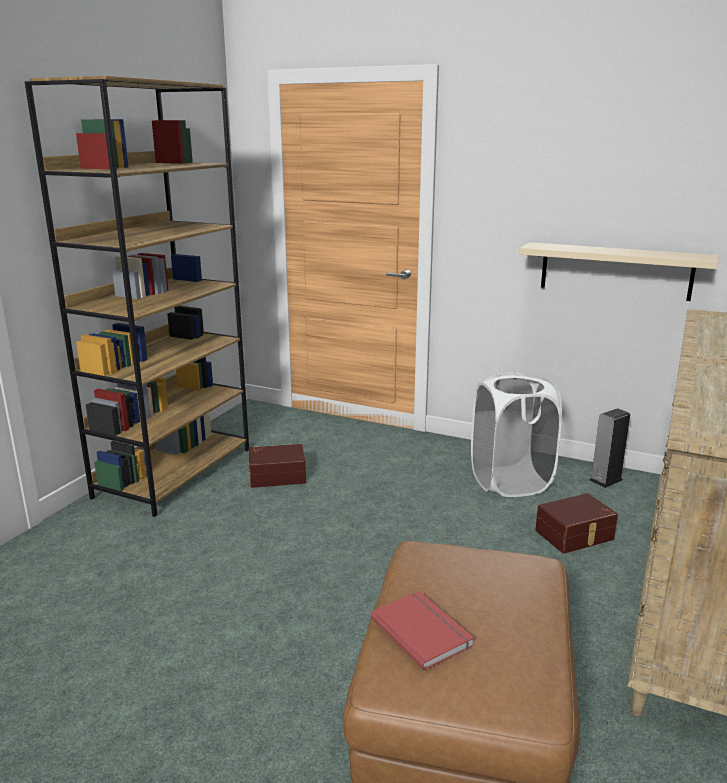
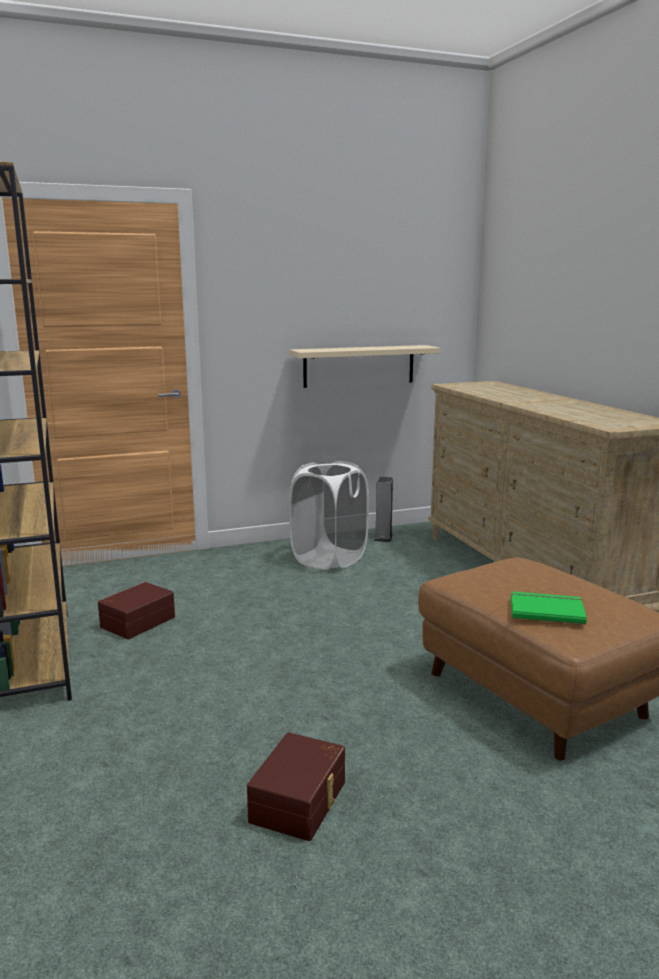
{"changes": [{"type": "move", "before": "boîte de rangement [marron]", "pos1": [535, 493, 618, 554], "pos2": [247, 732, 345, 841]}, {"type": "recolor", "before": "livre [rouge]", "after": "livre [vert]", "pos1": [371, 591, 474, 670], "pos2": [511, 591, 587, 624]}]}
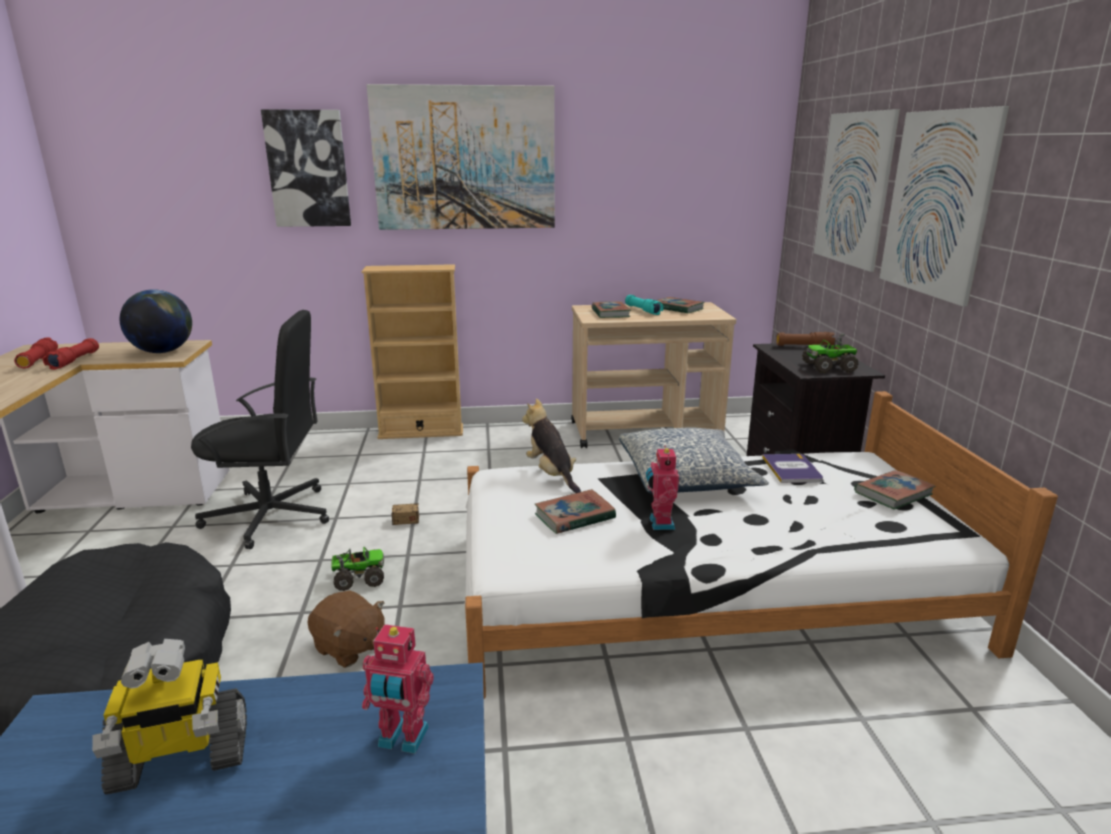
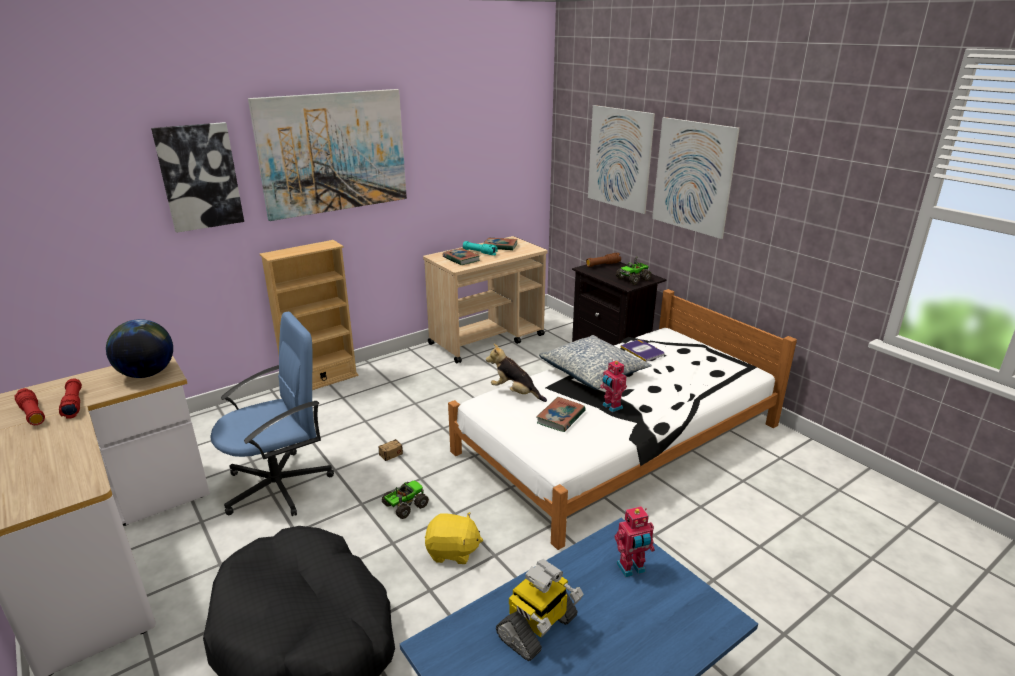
{"changes": [{"type": "recolor", "before": "chaise de bureau [noir]", "after": "chaise de bureau [bleu]", "pos1": [191, 310, 329, 549], "pos2": [210, 312, 334, 516]}, {"type": "delete", "before": "livre", "pos1": [854, 470, 936, 510]}, {"type": "recolor", "before": "peluche [marron]", "after": "peluche [jaune]", "pos1": [307, 590, 385, 668], "pos2": [425, 512, 483, 564]}]}
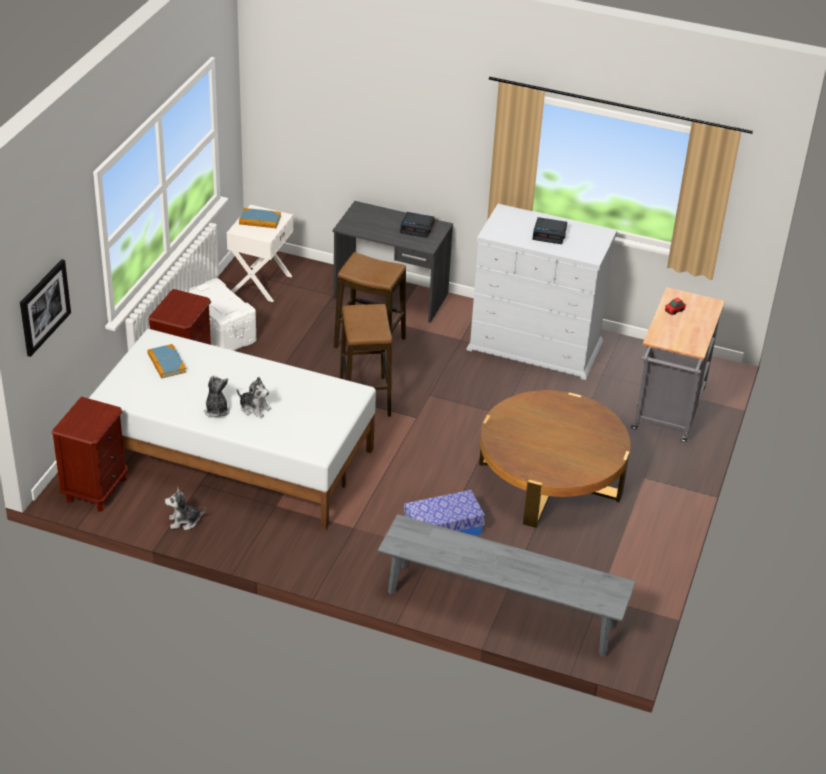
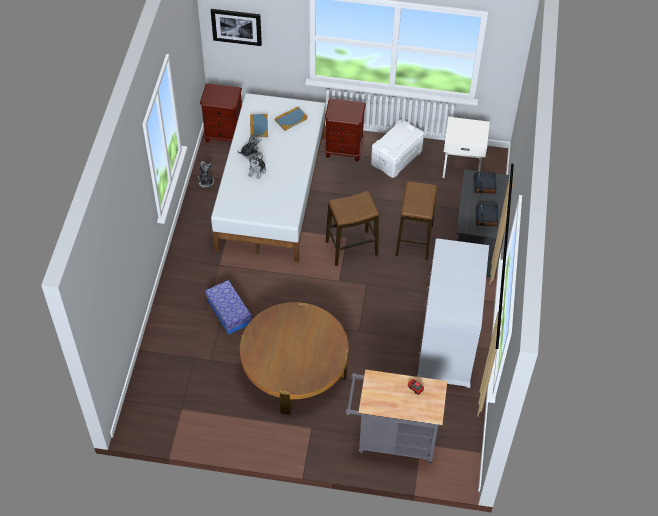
{"changes": [{"type": "move", "before": "livre", "pos1": [239, 208, 281, 228], "pos2": [250, 114, 268, 137]}, {"type": "move", "before": "réveil", "pos1": [532, 217, 567, 244], "pos2": [474, 172, 496, 194]}, {"type": "delete", "before": "banc [gris]", "pos1": [378, 514, 636, 657]}]}
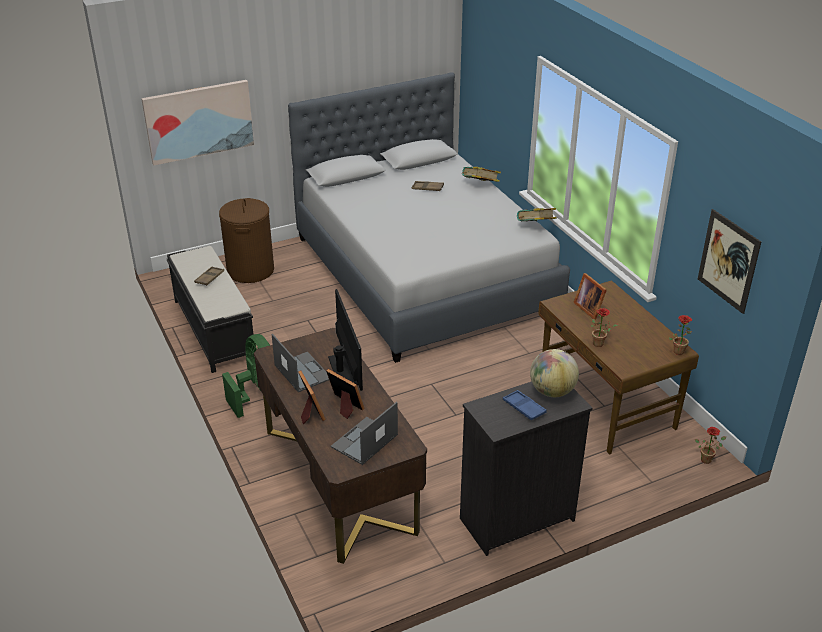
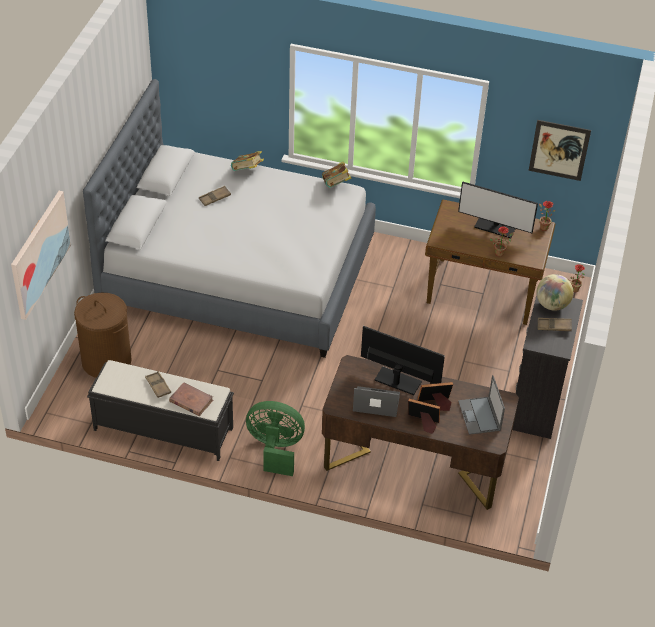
{"changes": [{"type": "delete", "before": "cadre photo", "pos1": [573, 273, 607, 319]}, {"type": "recolor", "before": "plateau [bleu]", "after": "plateau [marron]", "pos1": [503, 390, 547, 420], "pos2": [538, 318, 572, 331]}, {"type": "insert", "after": "écran d'ordinateur", "pos2": [458, 181, 538, 238]}, {"type": "insert", "after": "livre [marron]", "pos2": [169, 383, 213, 416]}]}
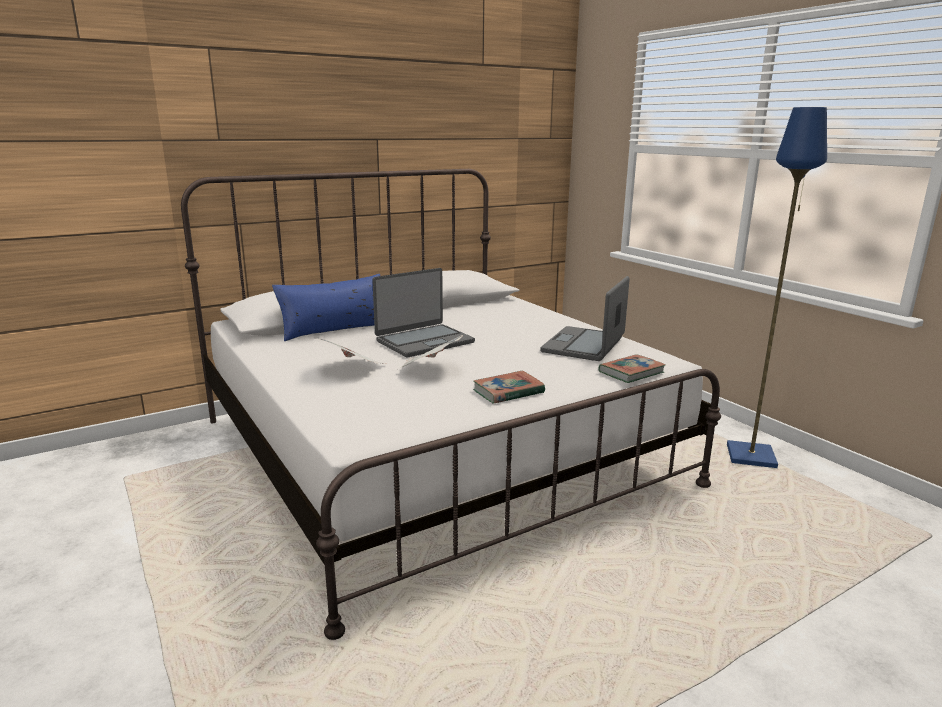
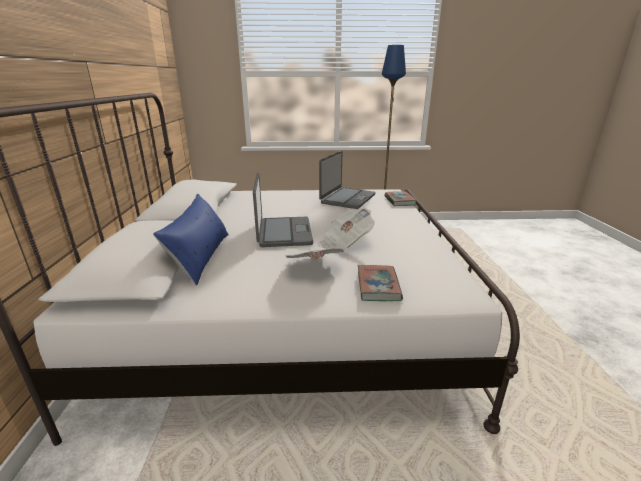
{"changes": [{"type": "rotate", "before": "ordinateur portable", "pos1": [540, 276, 630, 361], "pos2": [319, 151, 376, 209], "turn": -120}, {"type": "move", "before": "livre", "pos1": [473, 370, 545, 404], "pos2": [358, 265, 403, 301]}]}
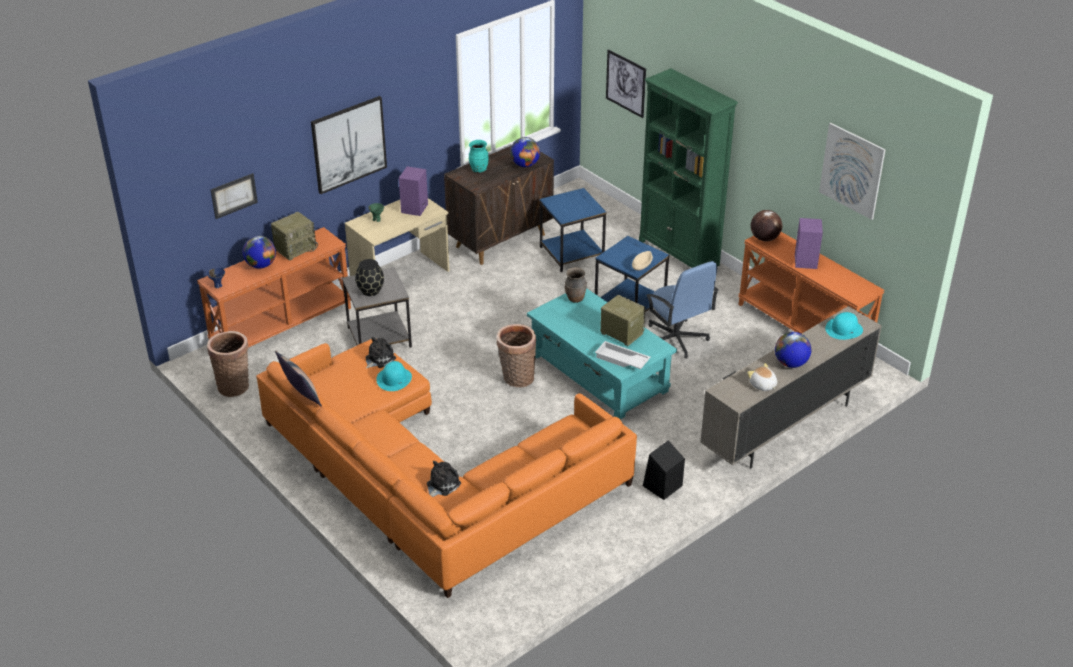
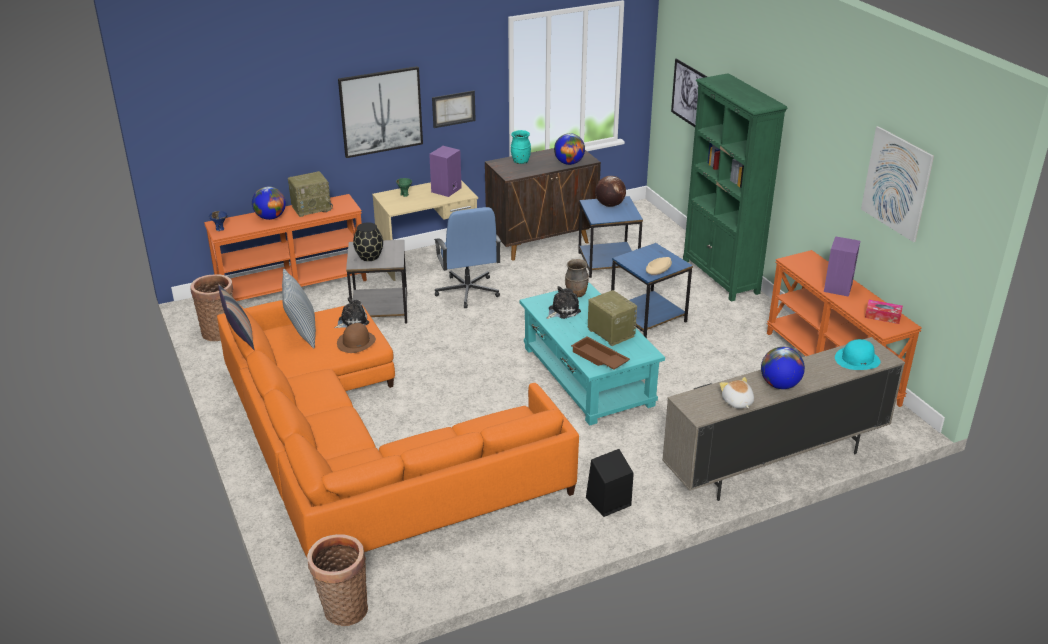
{"changes": [{"type": "move", "before": "tableau", "pos1": [211, 173, 258, 219], "pos2": [432, 90, 476, 128]}, {"type": "move", "before": "globe", "pos1": [751, 210, 782, 241], "pos2": [595, 176, 626, 207]}, {"type": "move", "before": "chaise de bureau [bleu]", "pos1": [646, 261, 719, 359], "pos2": [434, 207, 501, 308]}, {"type": "move", "before": "panier", "pos1": [497, 324, 537, 387], "pos2": [307, 534, 368, 626]}, {"type": "recolor", "before": "plateau [blanc]", "after": "plateau [marron]", "pos1": [595, 341, 651, 369], "pos2": [571, 337, 630, 369]}, {"type": "recolor", "before": "chapeau [turquoise]", "after": "chapeau [marron]", "pos1": [376, 361, 412, 391], "pos2": [337, 323, 376, 353]}, {"type": "move", "before": "peluche", "pos1": [427, 461, 461, 497], "pos2": [547, 286, 581, 319]}, {"type": "insert", "after": "coussin", "pos2": [282, 269, 316, 348]}, {"type": "insert", "after": "boîte à mouchoirs", "pos2": [865, 300, 903, 324]}]}
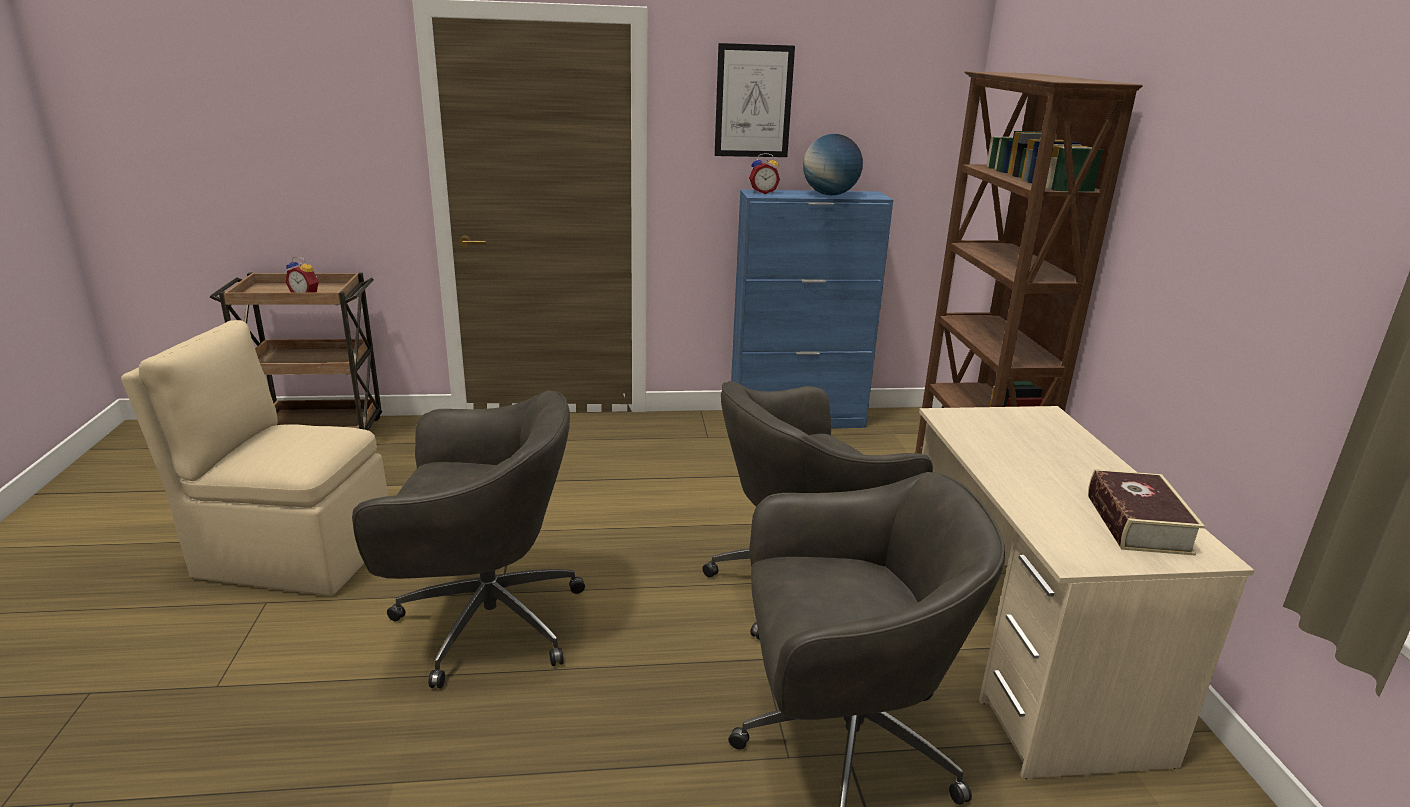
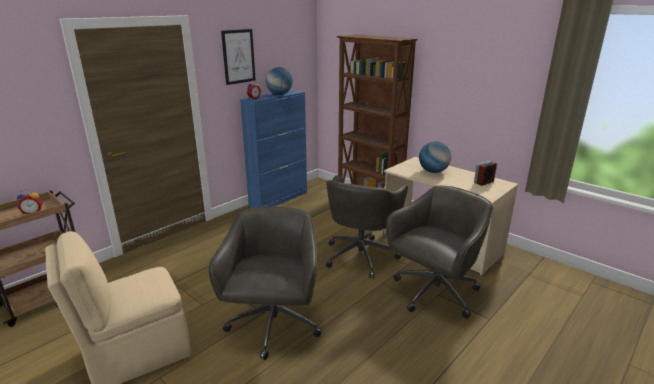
{"changes": [{"type": "rotate", "before": "chaise de bureau [gris]", "pos1": [352, 391, 585, 688], "pos2": [209, 207, 321, 360], "turn": -45}, {"type": "replace", "before": "livre", "after": "réveil", "pos1": [1088, 469, 1205, 556], "pos2": [474, 161, 497, 186]}, {"type": "insert", "after": "globe", "pos2": [419, 141, 451, 173]}]}
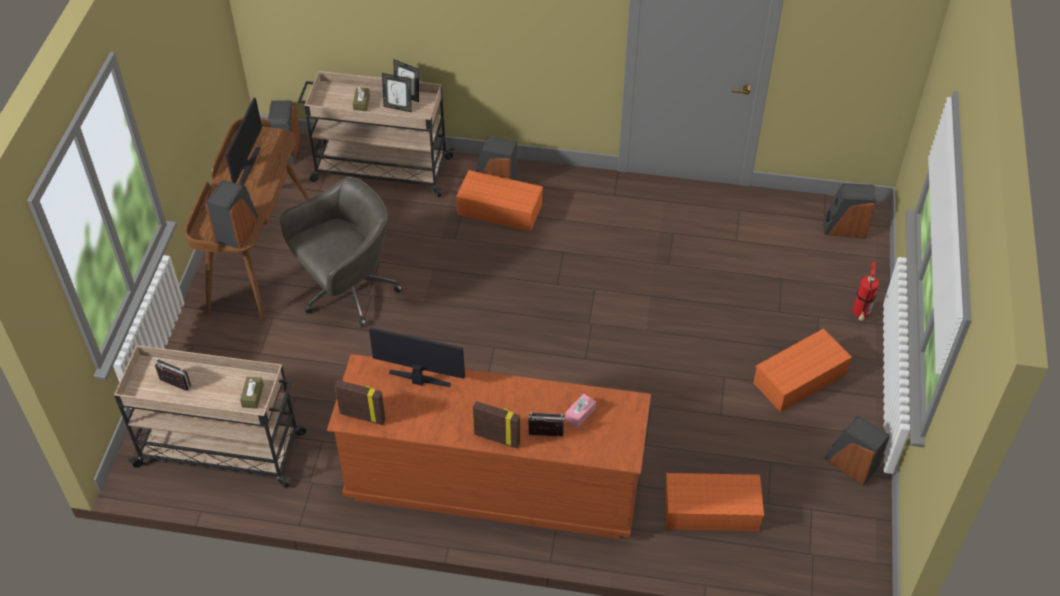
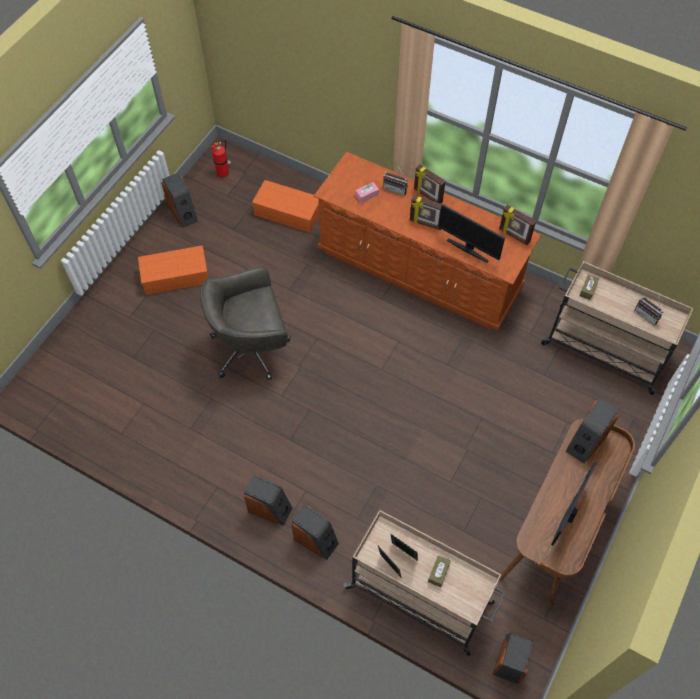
{"changes": [{"type": "delete", "before": "boîte de rangement [orange]", "pos1": [456, 170, 543, 231]}, {"type": "move", "before": "chaise de bureau [gris]", "pos1": [280, 177, 403, 327], "pos2": [200, 267, 291, 380]}, {"type": "move", "before": "enceinte", "pos1": [823, 183, 876, 239], "pos2": [244, 475, 293, 526]}, {"type": "move", "before": "extincteur", "pos1": [853, 262, 879, 321], "pos2": [211, 140, 231, 177]}, {"type": "insert", "after": "cadre photo", "pos2": [410, 195, 444, 230]}]}
